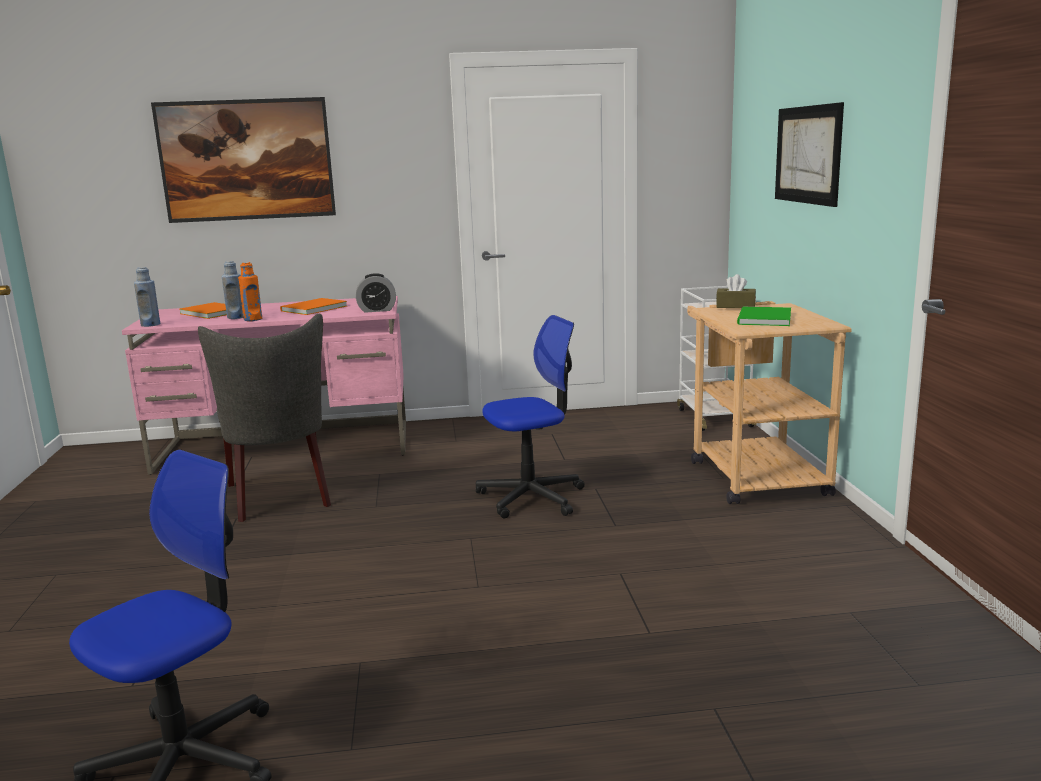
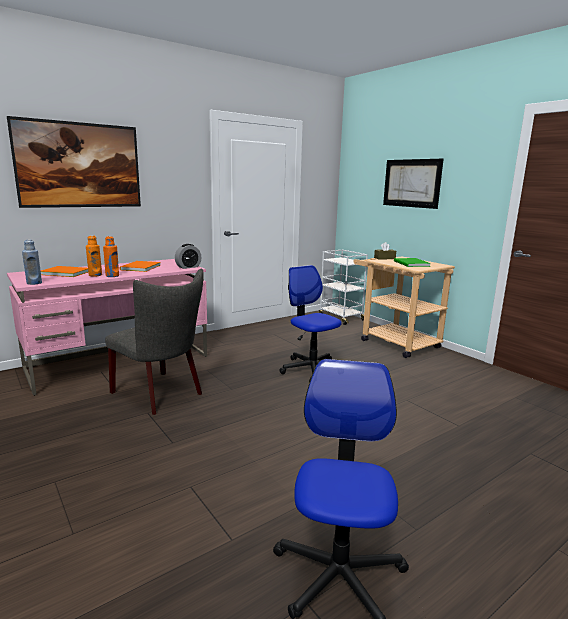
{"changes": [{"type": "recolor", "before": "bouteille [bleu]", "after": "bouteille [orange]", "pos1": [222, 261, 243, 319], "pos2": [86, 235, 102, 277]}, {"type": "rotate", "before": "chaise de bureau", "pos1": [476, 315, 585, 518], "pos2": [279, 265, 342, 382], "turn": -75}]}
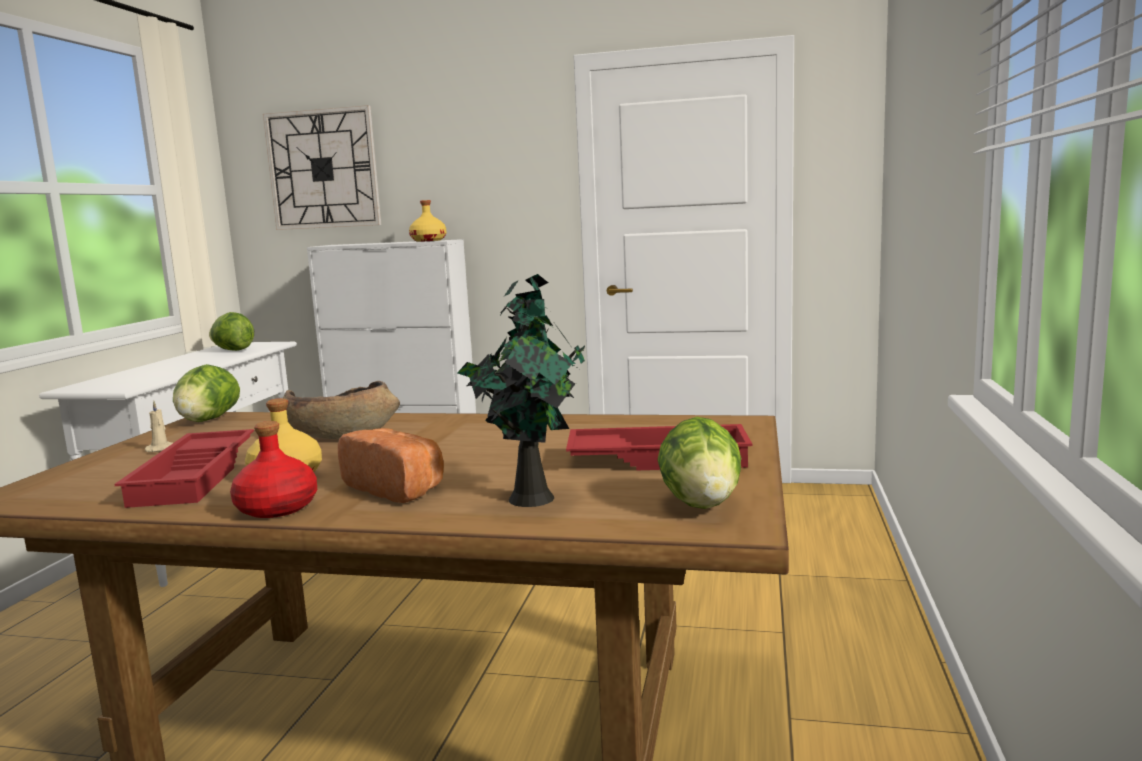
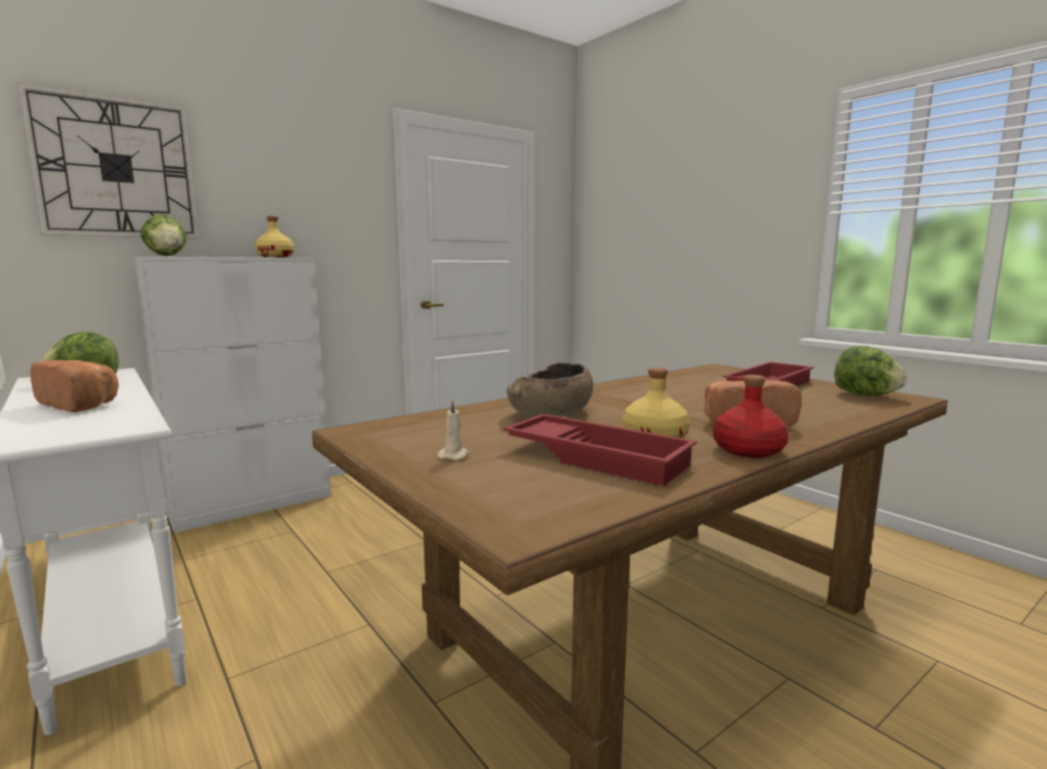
{"changes": [{"type": "delete", "before": "plante en pot", "pos1": [457, 274, 585, 507]}, {"type": "move", "before": "laitue", "pos1": [173, 364, 240, 422], "pos2": [141, 214, 186, 256]}, {"type": "insert", "after": "pain", "pos2": [30, 360, 119, 412]}]}
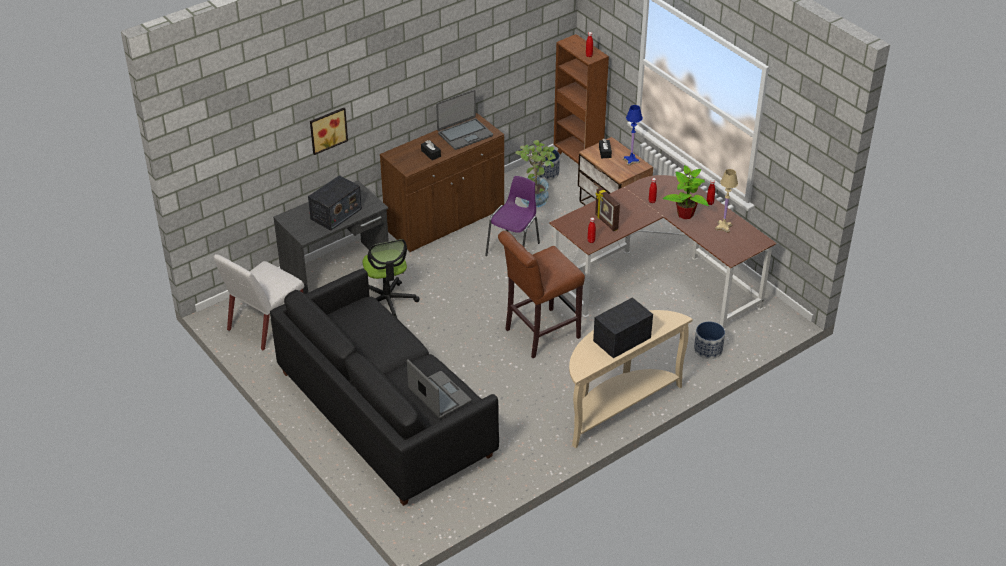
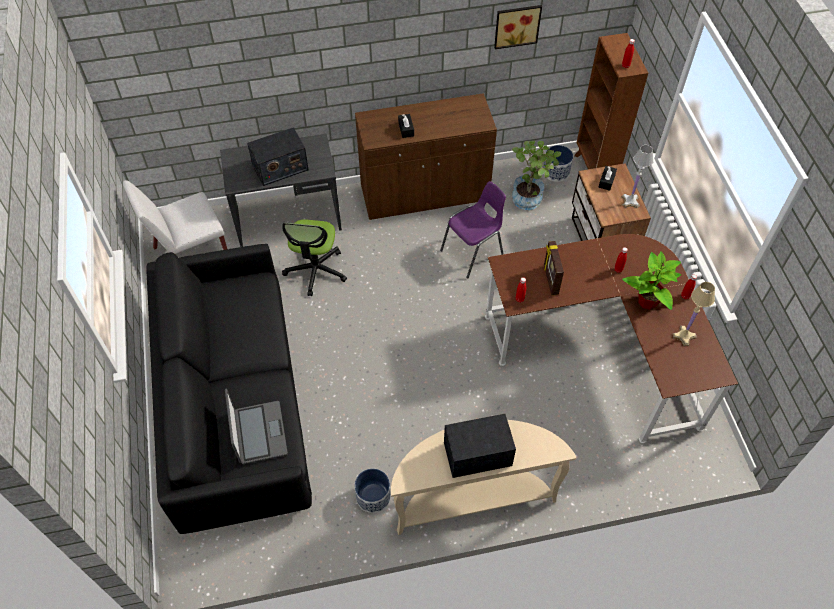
{"changes": [{"type": "delete", "before": "ordinateur portable", "pos1": [436, 90, 493, 150]}, {"type": "recolor", "before": "lampe de table [bleu]", "after": "lampe de table [blanc]", "pos1": [623, 105, 643, 166], "pos2": [622, 145, 654, 208]}, {"type": "move", "before": "tableau", "pos1": [310, 108, 348, 155], "pos2": [494, 5, 542, 49]}, {"type": "delete", "before": "tabouret [marron]", "pos1": [498, 231, 585, 358]}, {"type": "move", "before": "cache-pot", "pos1": [694, 321, 725, 359], "pos2": [354, 469, 391, 513]}]}
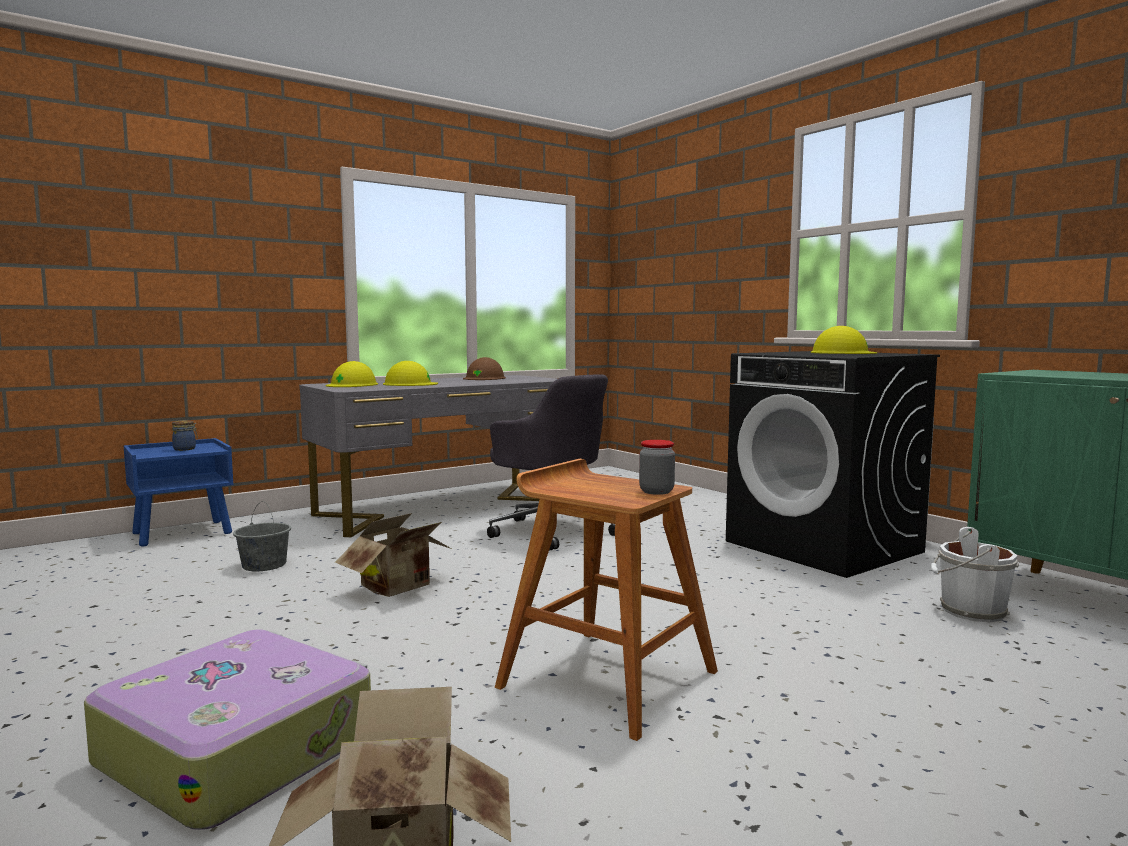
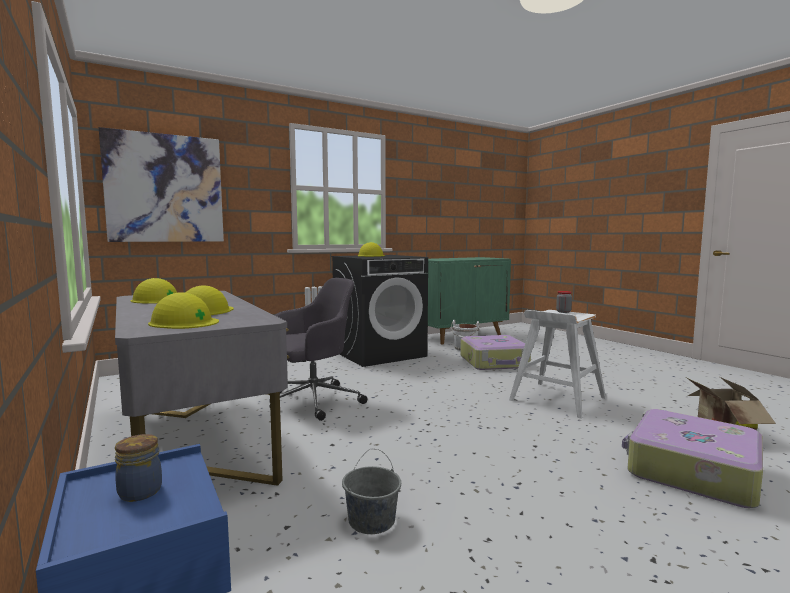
{"changes": [{"type": "recolor", "before": "casque de chantier [marron]", "after": "casque de chantier [jaune]", "pos1": [463, 357, 506, 380], "pos2": [131, 278, 177, 304]}, {"type": "recolor", "before": "tabouret [marron]", "after": "tabouret [blanc]", "pos1": [495, 459, 718, 741], "pos2": [509, 310, 606, 419]}, {"type": "delete", "before": "carton", "pos1": [335, 513, 452, 597]}, {"type": "insert", "after": "tableau", "pos2": [99, 127, 224, 242]}, {"type": "insert", "after": "valise", "pos2": [460, 335, 531, 370]}]}
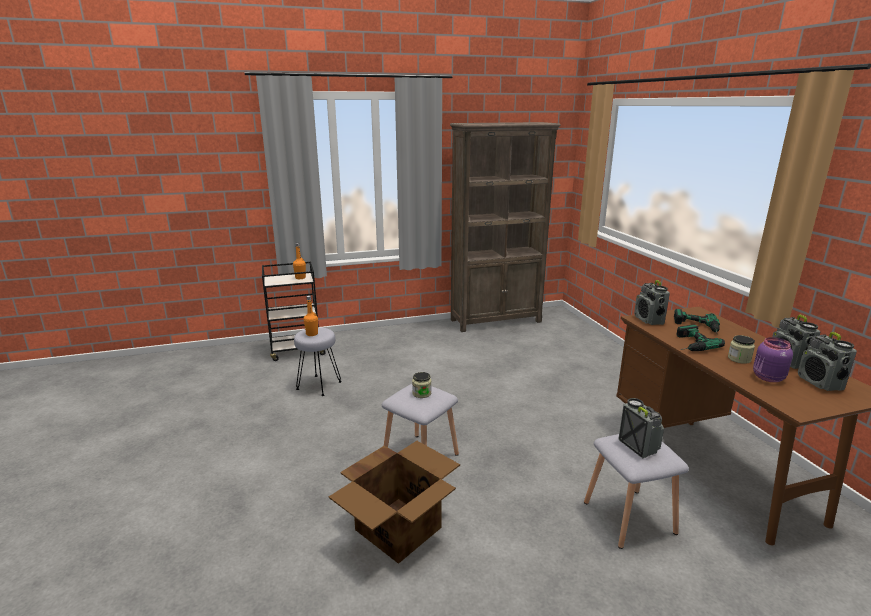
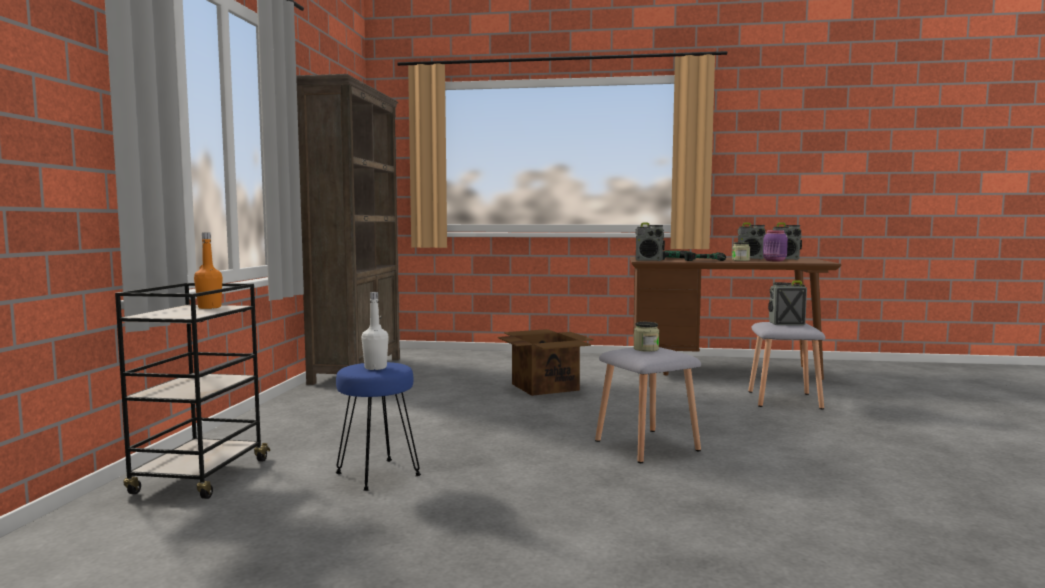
{"changes": [{"type": "recolor", "before": "bouteille [orange]", "after": "bouteille [blanc]", "pos1": [304, 295, 318, 336], "pos2": [361, 292, 389, 370]}, {"type": "recolor", "before": "tabouret [gris]", "after": "tabouret [bleu]", "pos1": [294, 327, 342, 396], "pos2": [336, 362, 421, 491]}, {"type": "move", "before": "carton", "pos1": [329, 441, 460, 564], "pos2": [498, 329, 593, 396]}]}
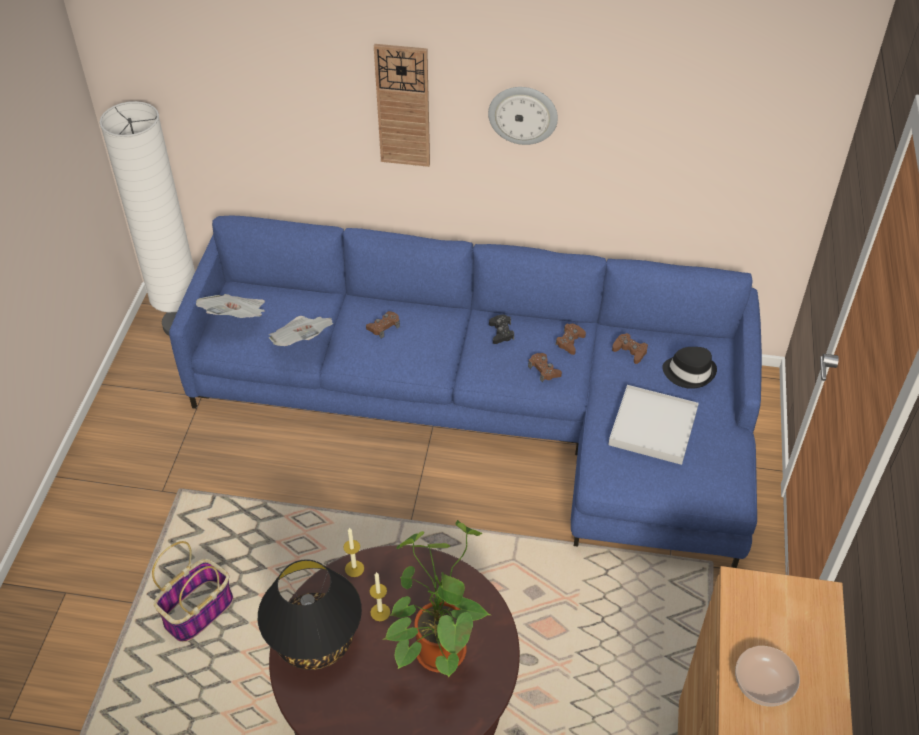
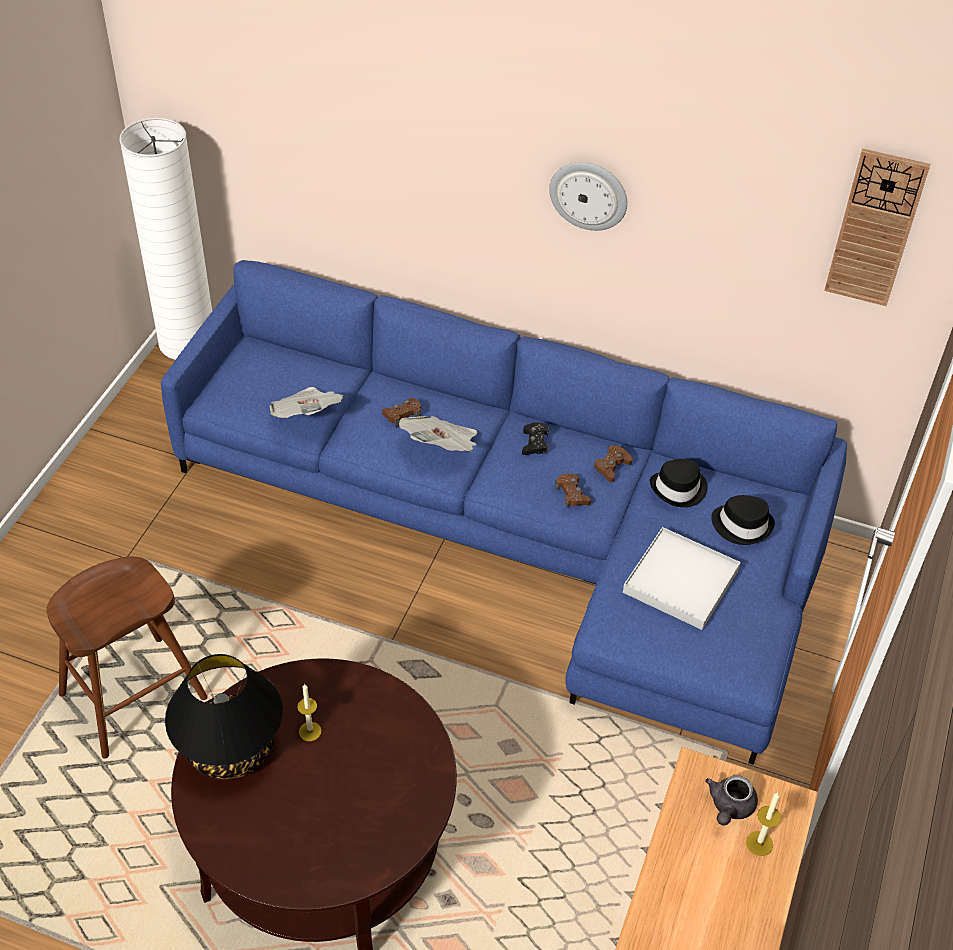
{"changes": [{"type": "move", "before": "horloge murale", "pos1": [374, 44, 430, 167], "pos2": [824, 148, 930, 306]}, {"type": "move", "before": "journal", "pos1": [196, 294, 265, 318], "pos2": [399, 416, 477, 451]}, {"type": "replace", "before": "manette [marron]", "after": "chapeau [noir]", "pos1": [612, 333, 648, 364], "pos2": [650, 459, 707, 507]}, {"type": "delete", "before": "plante en pot", "pos1": [384, 520, 490, 677]}, {"type": "move", "before": "bougie", "pos1": [343, 528, 364, 577], "pos2": [746, 792, 781, 856]}, {"type": "replace", "before": "panier", "after": "tabouret [marron]", "pos1": [152, 541, 233, 642], "pos2": [46, 557, 208, 759]}, {"type": "delete", "before": "bol", "pos1": [735, 646, 800, 707]}, {"type": "insert", "after": "théière [gris]", "pos2": [705, 775, 758, 826]}]}
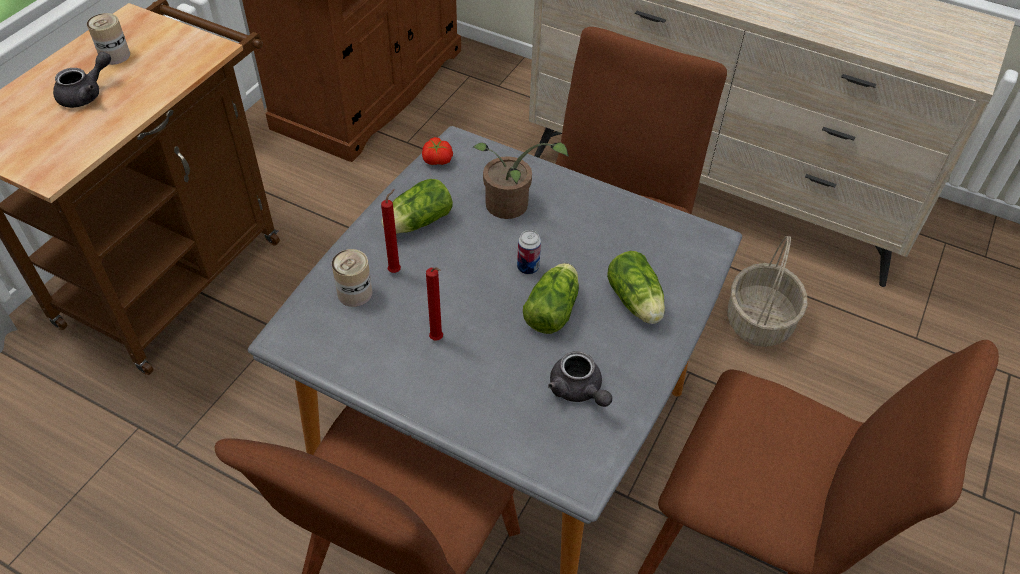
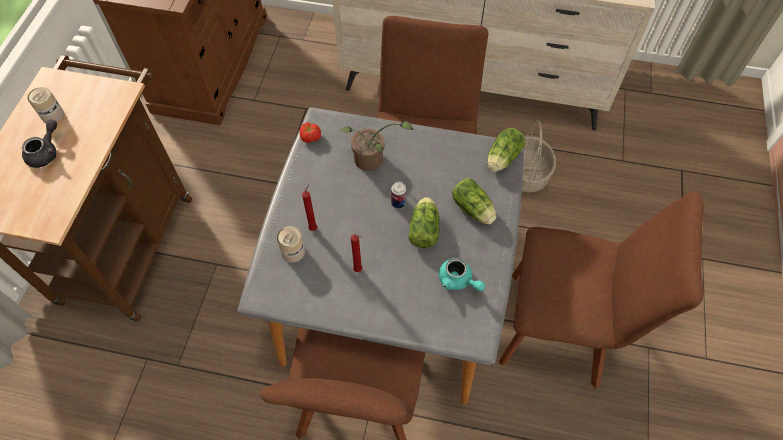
{"changes": [{"type": "move", "before": "laitue", "pos1": [381, 179, 453, 234], "pos2": [487, 128, 525, 172]}, {"type": "recolor", "before": "théière [gris]", "after": "théière [turquoise]", "pos1": [548, 351, 612, 407], "pos2": [439, 258, 485, 291]}]}
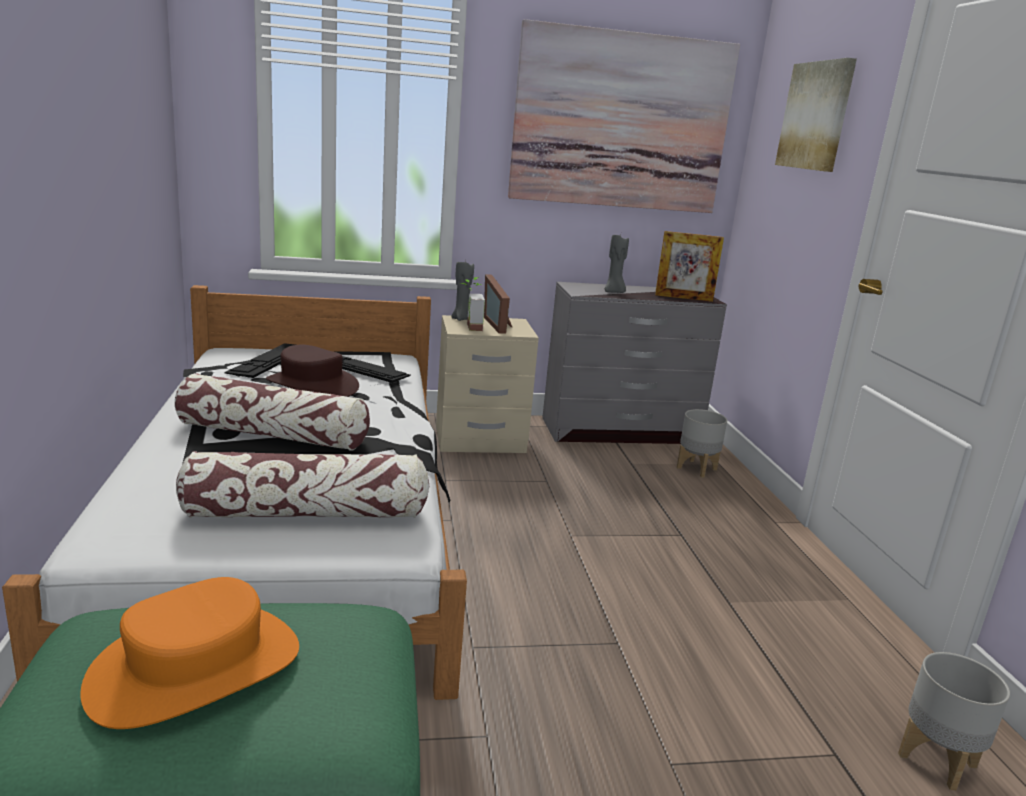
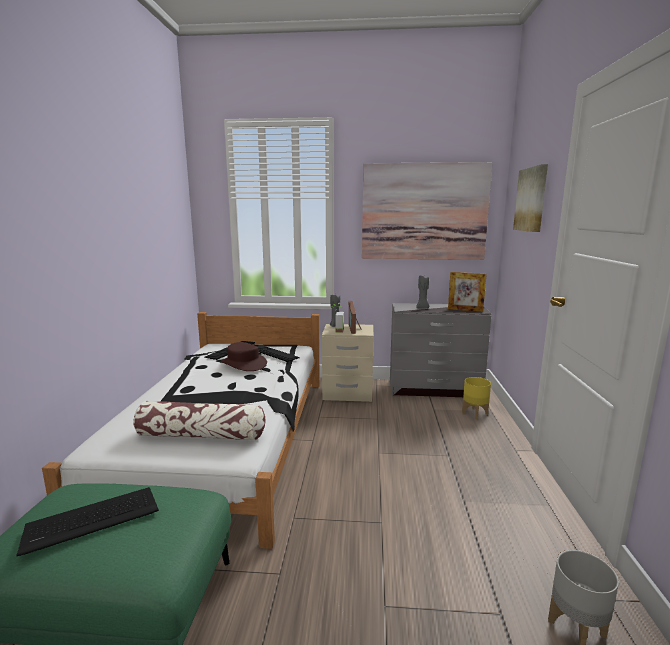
{"changes": [{"type": "delete", "before": "coussin", "pos1": [175, 373, 370, 450]}, {"type": "recolor", "before": "cache-pot [gris]", "after": "cache-pot [jaune]", "pos1": [677, 409, 727, 478], "pos2": [462, 377, 491, 419]}, {"type": "replace", "before": "chapeau [orange]", "after": "clavier", "pos1": [80, 577, 299, 729], "pos2": [16, 487, 159, 557]}]}
